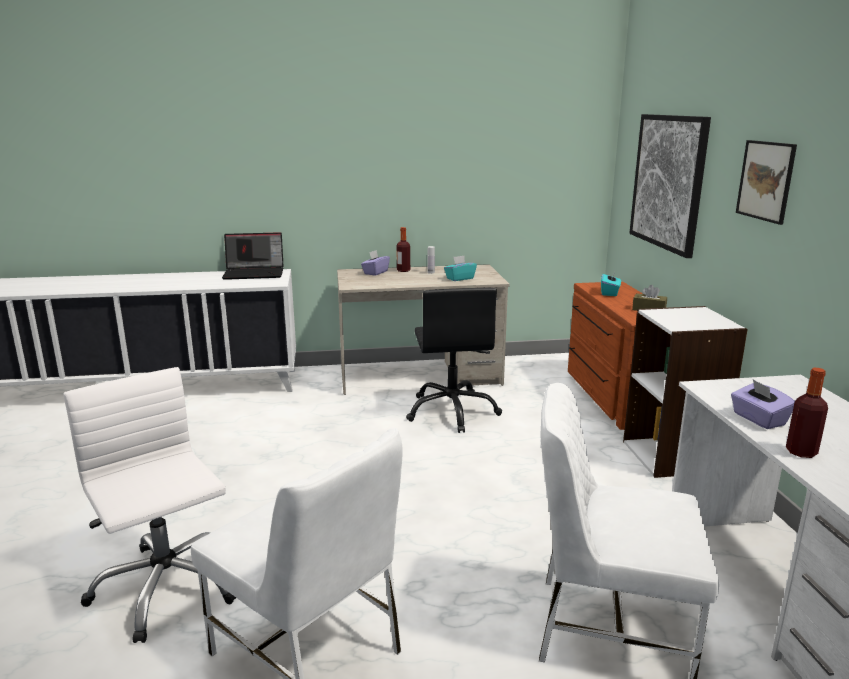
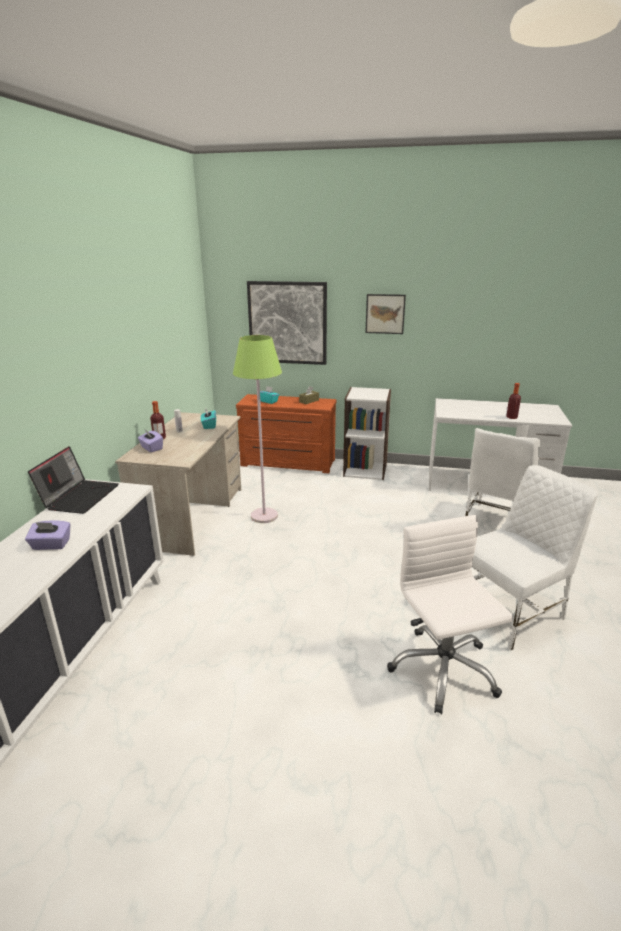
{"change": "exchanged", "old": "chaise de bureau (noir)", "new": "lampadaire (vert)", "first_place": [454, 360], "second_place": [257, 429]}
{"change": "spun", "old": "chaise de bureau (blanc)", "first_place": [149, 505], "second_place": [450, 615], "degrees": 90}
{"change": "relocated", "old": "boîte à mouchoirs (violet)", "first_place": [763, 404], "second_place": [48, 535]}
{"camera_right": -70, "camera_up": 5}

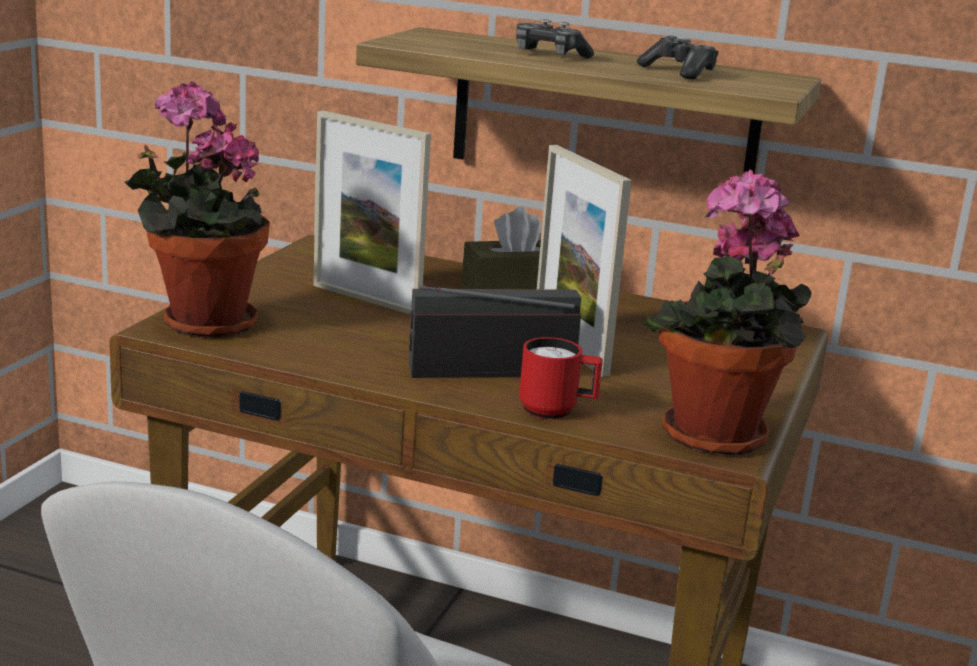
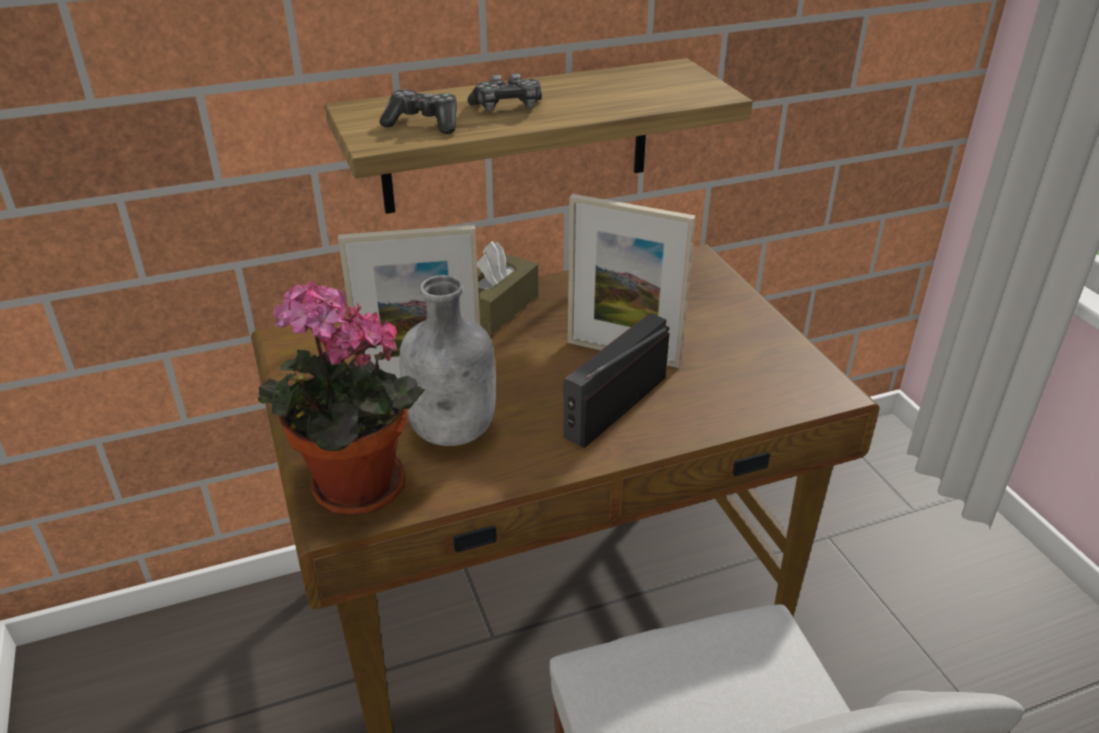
{"change": "relocated", "old": "manette", "first_place": [678, 57], "second_place": [418, 111]}
{"change": "missing", "old": "plante en pot", "first_place": [727, 312]}
{"change": "missing", "old": "mug (rouge)", "first_place": [561, 378]}
{"change": "appeared", "new": "bouteille (gris)", "second_place": [447, 360]}
{"camera_right": -40, "camera_up": 15}

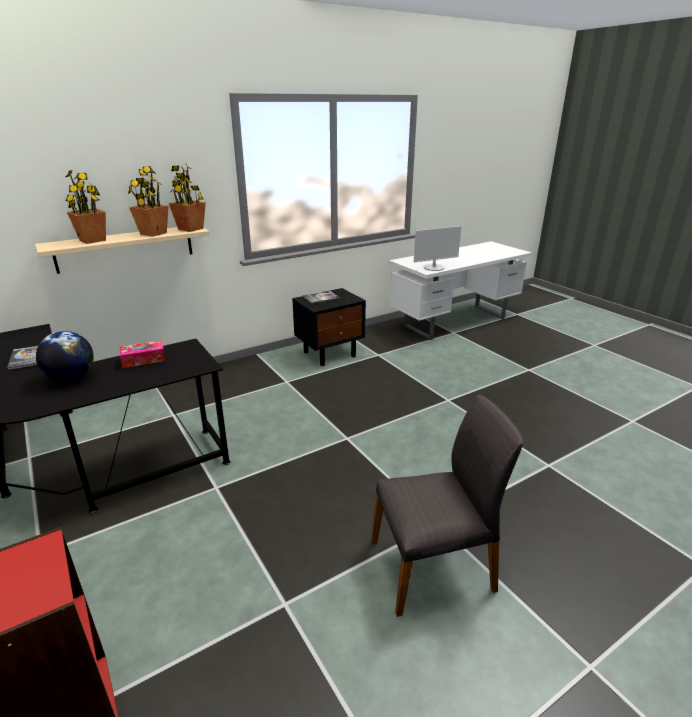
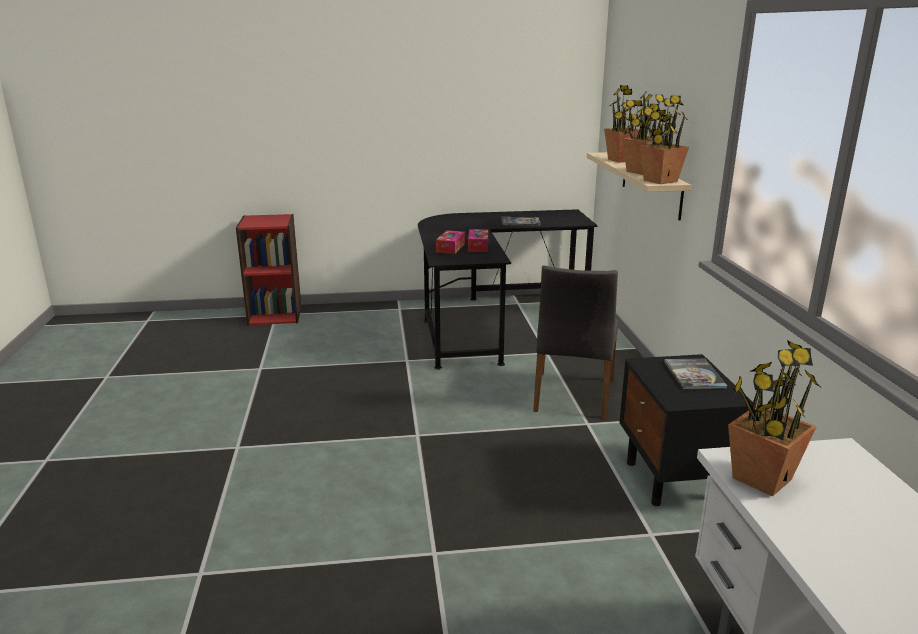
{"change": "exchanged", "old": "écran d'ordinateur", "new": "plante en pot", "first_place": [437, 248], "second_place": [774, 418]}
{"change": "missing", "old": "globe", "first_place": [65, 356]}
{"change": "relocated", "old": "chaise (gris)", "first_place": [447, 506], "second_place": [575, 343]}
{"change": "appeared", "new": "boîte à mouchoirs", "second_place": [450, 242]}
{"camera_right": 115, "camera_up": -5}

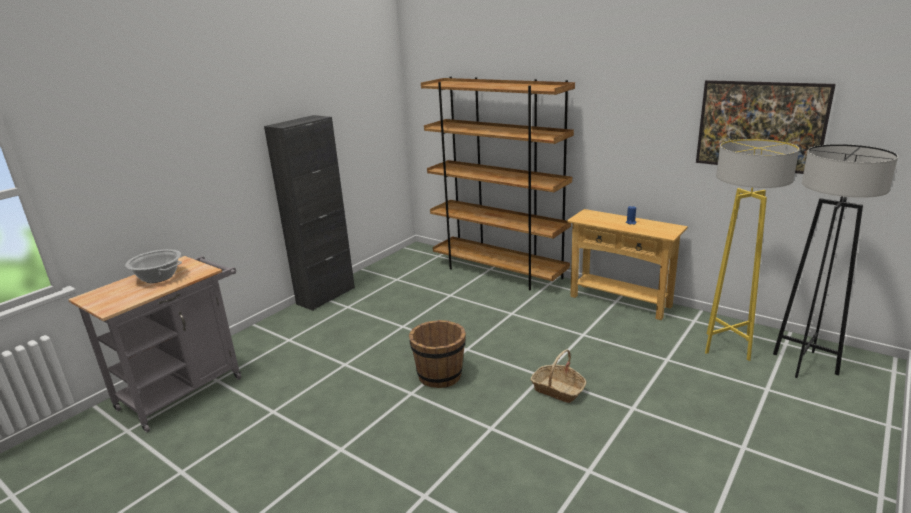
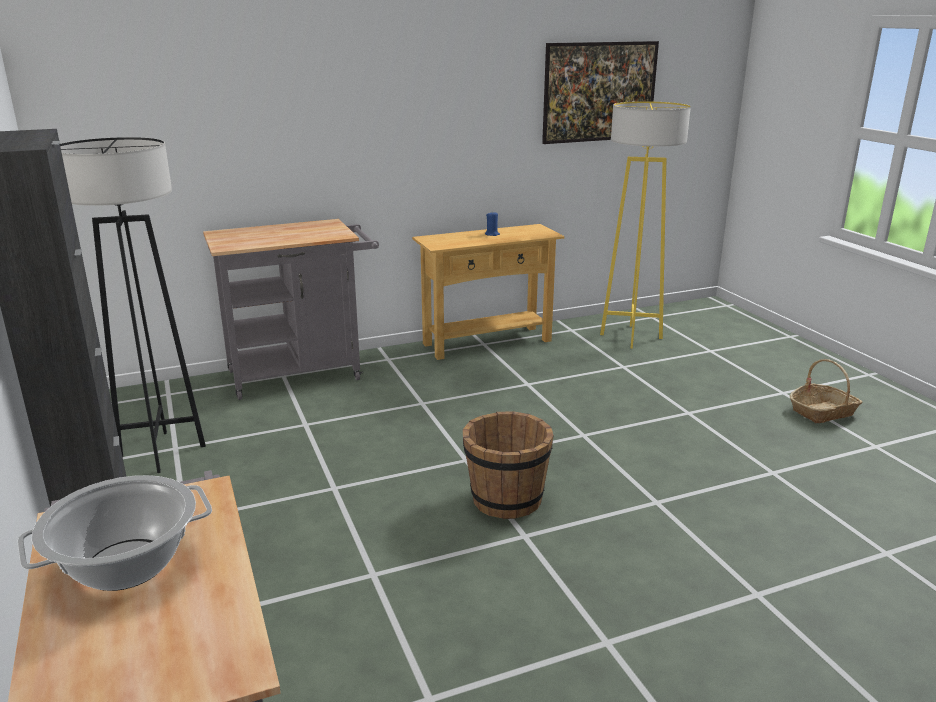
{"change": "exchanged", "old": "bibliothèque (marron)", "new": "chariot (gris)", "first_place": [498, 183], "second_place": [291, 309]}
{"change": "relocated", "old": "lampadaire (gris)", "first_place": [835, 261], "second_place": [133, 305]}
{"change": "relocated", "old": "panier", "first_place": [558, 376], "second_place": [826, 391]}
{"camera_right": -60, "camera_up": 0}

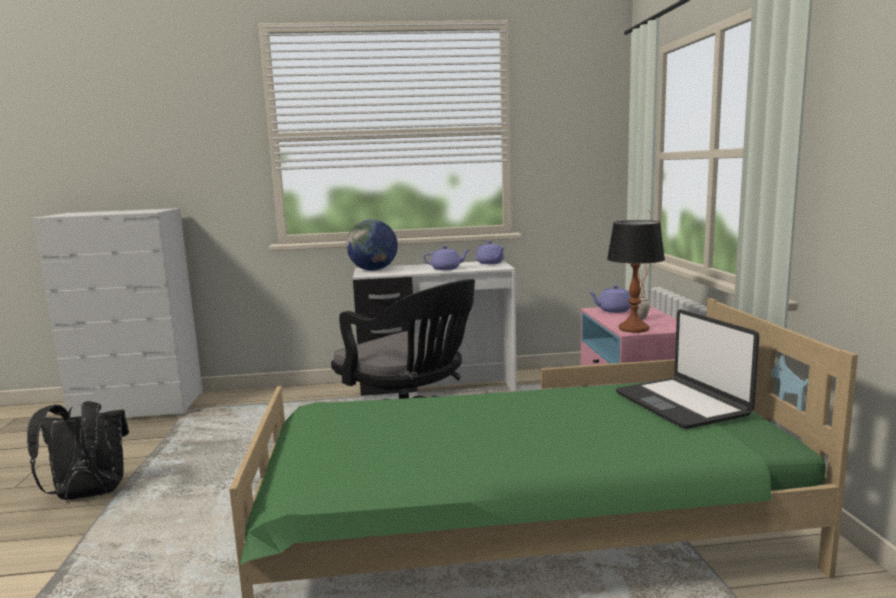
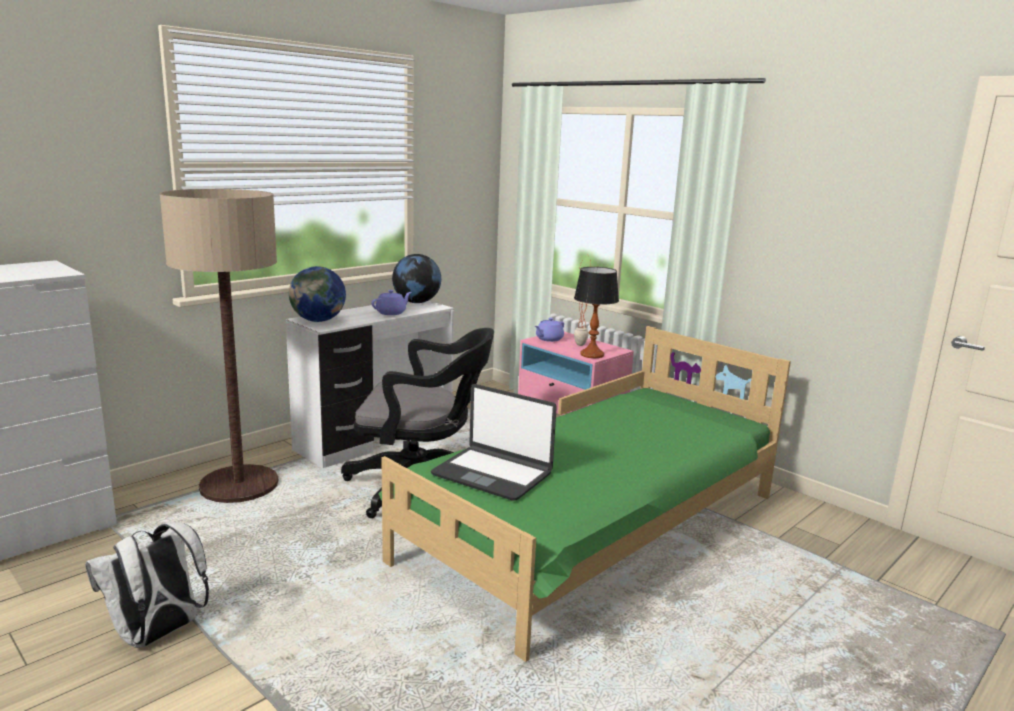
{"change": "exchanged", "old": "théière (violet)", "new": "globe", "first_place": [490, 252], "second_place": [416, 278]}
{"change": "relocated", "old": "ordinateur portable", "first_place": [687, 369], "second_place": [494, 442]}
{"change": "colour", "old": "sac à dos (noir)", "new": "sac à dos (blanc)", "first_place": [78, 450], "second_place": [147, 585]}
{"change": "appeared", "new": "lampadaire", "second_place": [219, 346]}
{"camera_right": -40, "camera_up": 5}

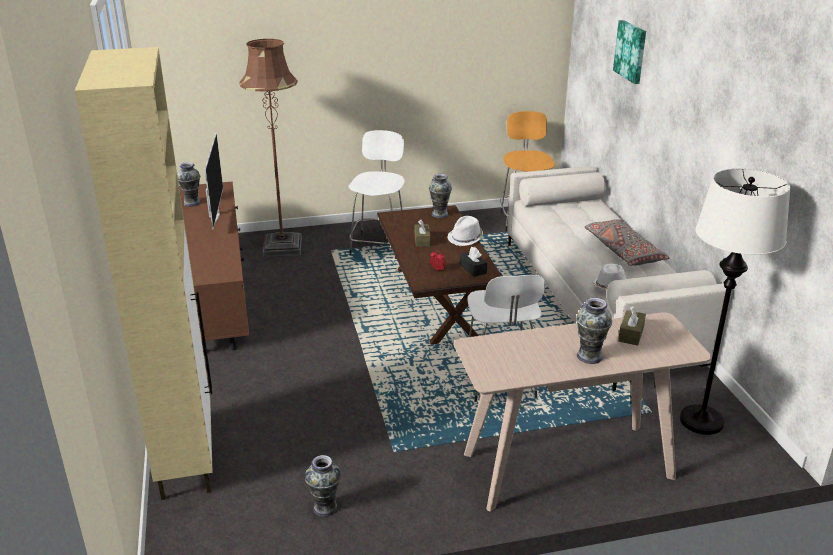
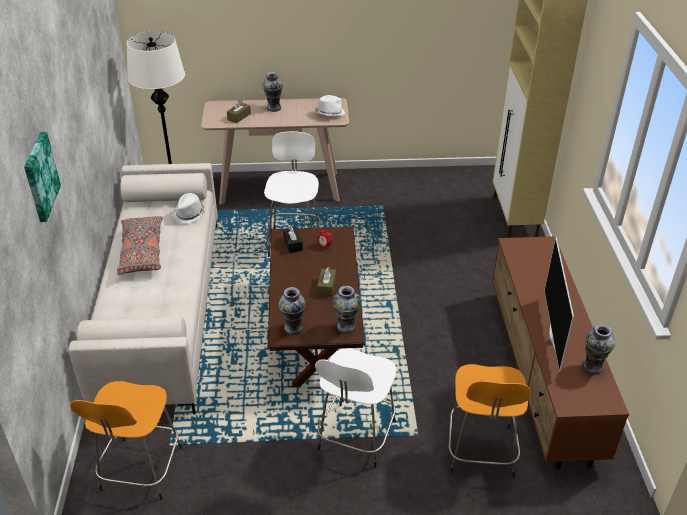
{"change": "exchanged", "old": "lampadaire (marron)", "new": "tabouret (orange)", "first_place": [270, 148], "second_place": [489, 421]}
{"change": "relocated", "old": "chapeau (blanc)", "first_place": [465, 231], "second_place": [330, 105]}
{"change": "relocated", "old": "vase", "first_place": [323, 486], "second_place": [347, 309]}
{"camera_right": -170, "camera_up": 10}

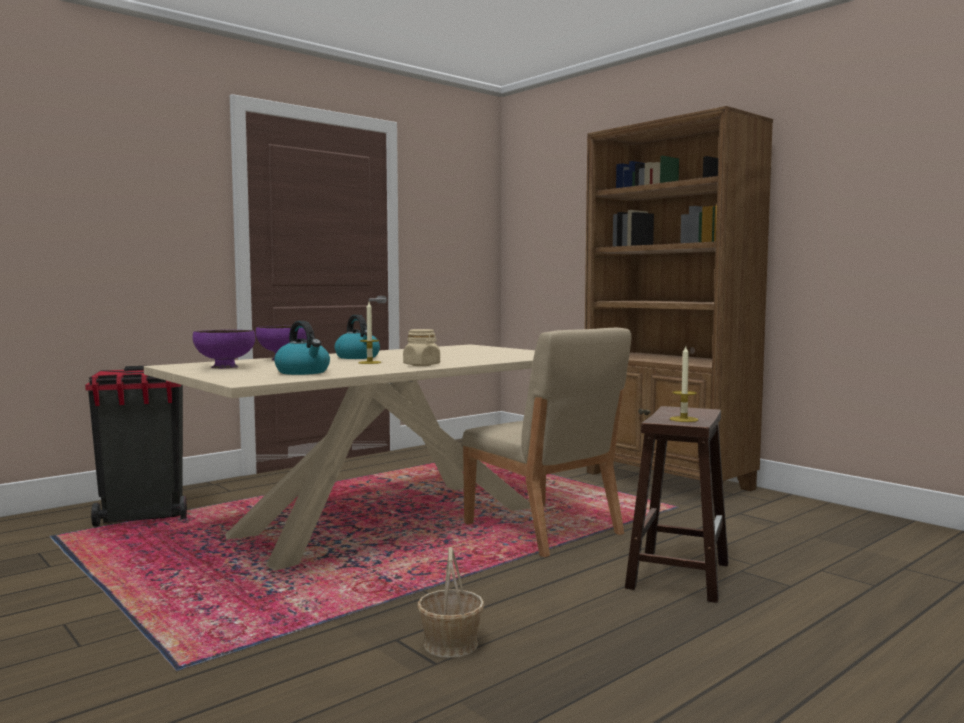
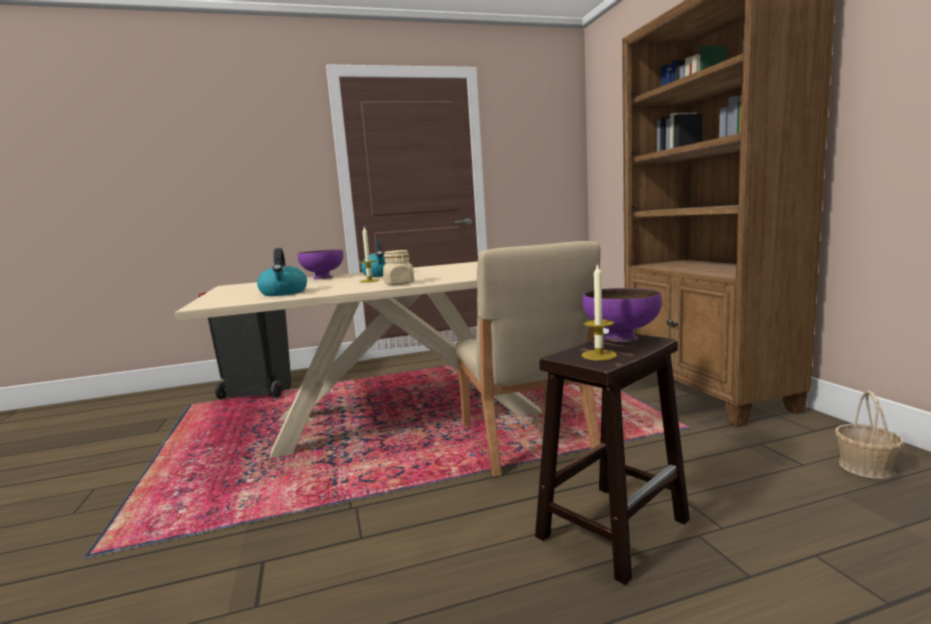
{"change": "relocated", "old": "bol (violet)", "first_place": [224, 349], "second_place": [622, 315]}
{"change": "relocated", "old": "panier", "first_place": [451, 602], "second_place": [870, 435]}
{"camera_right": 25, "camera_up": 5}

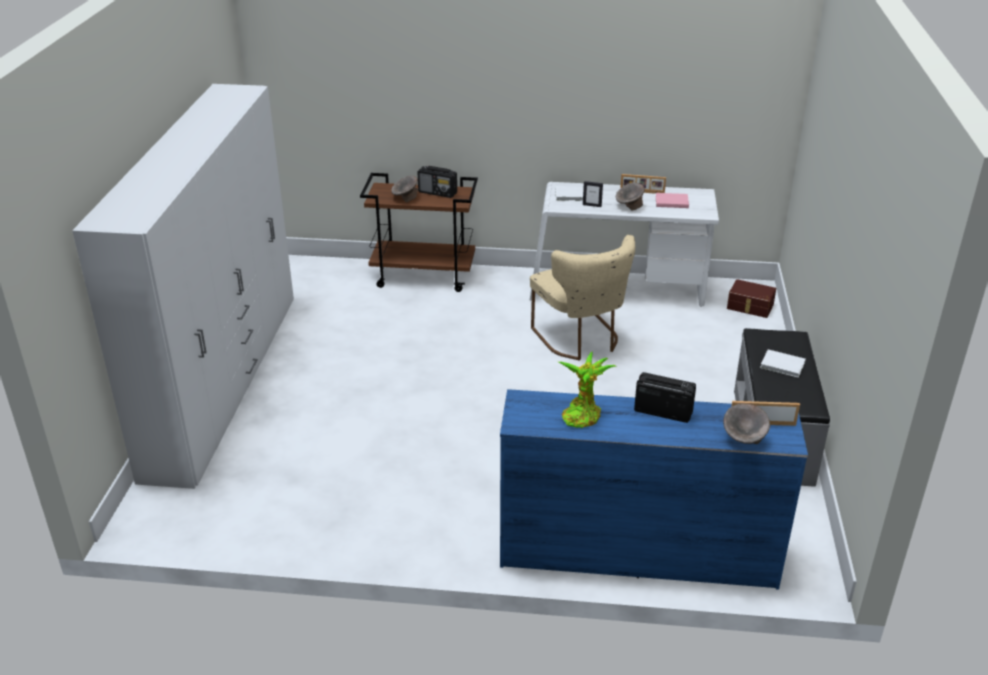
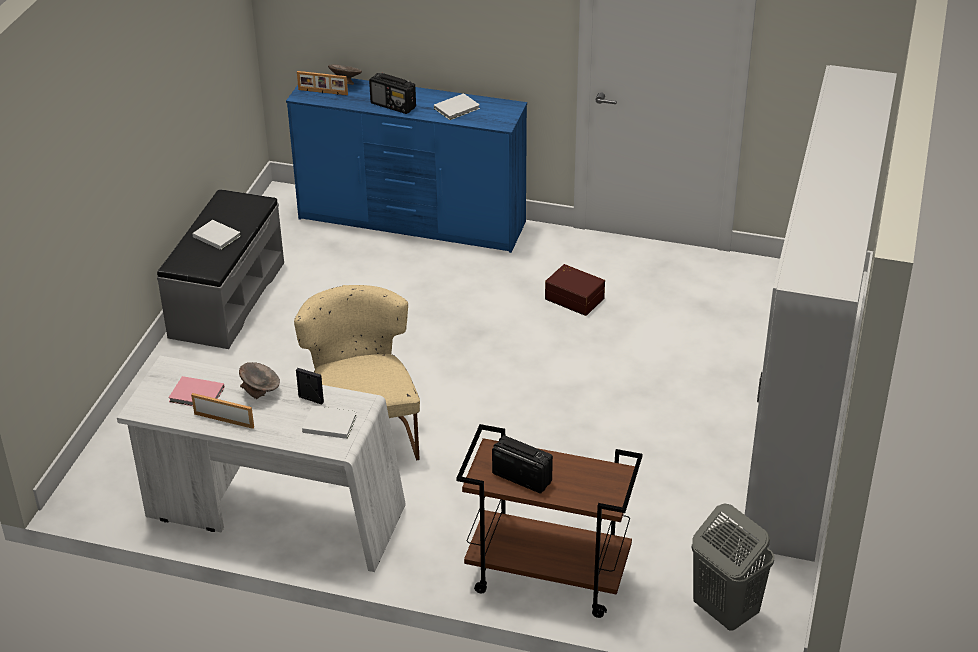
{"change": "missing", "old": "bol (gris)", "first_place": [404, 189]}
{"change": "relocated", "old": "boîte de rangement (marron)", "first_place": [751, 298], "second_place": [575, 290]}
{"change": "exchanged", "old": "plante en pot", "new": "livre (blanc)", "first_place": [587, 390], "second_place": [457, 106]}
{"change": "appeared", "new": "panier à linge (gris)", "second_place": [732, 567]}
{"camera_right": -170, "camera_up": 5}

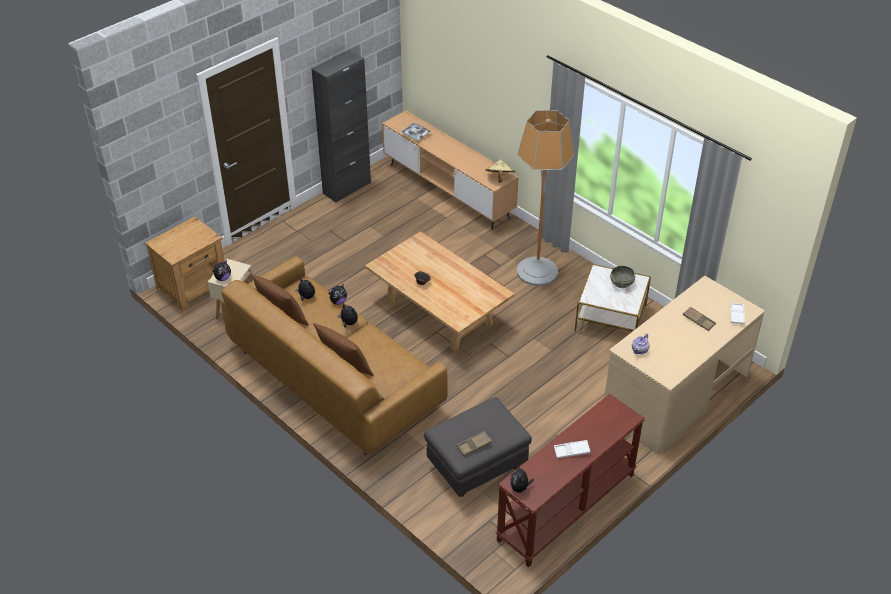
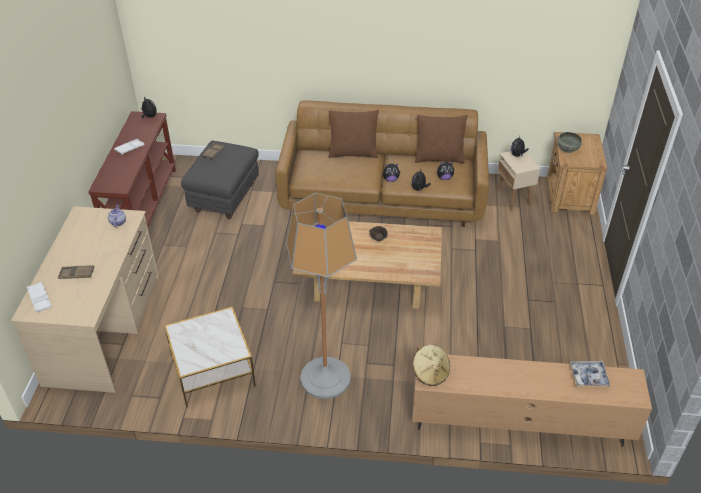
{"change": "missing", "old": "meuble de rangement (noir)", "first_place": [341, 126]}
{"change": "relocated", "old": "bol (gris)", "first_place": [622, 277], "second_place": [569, 142]}
{"camera_right": 140, "camera_up": 0}

